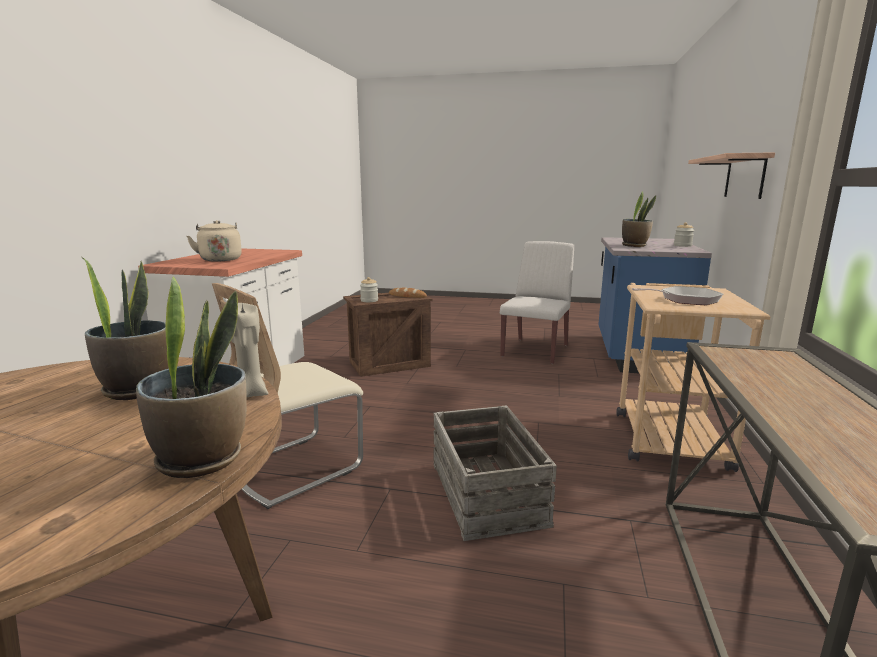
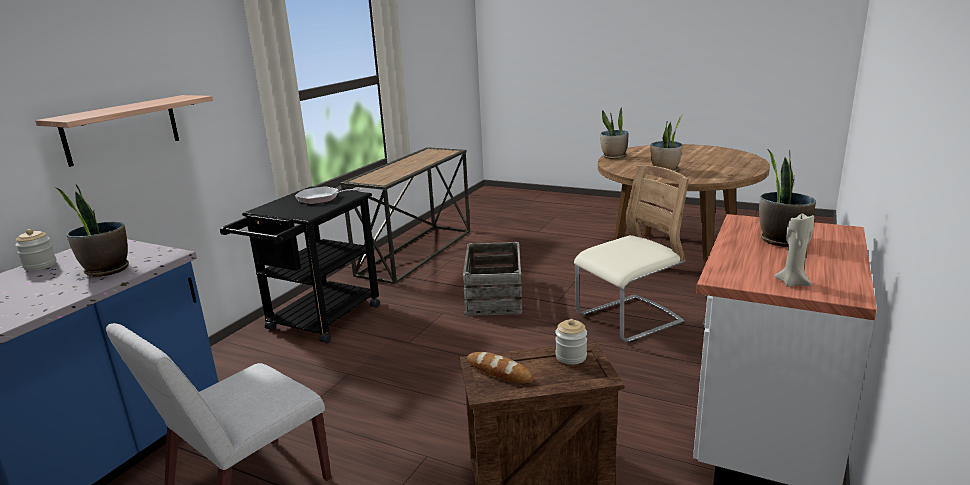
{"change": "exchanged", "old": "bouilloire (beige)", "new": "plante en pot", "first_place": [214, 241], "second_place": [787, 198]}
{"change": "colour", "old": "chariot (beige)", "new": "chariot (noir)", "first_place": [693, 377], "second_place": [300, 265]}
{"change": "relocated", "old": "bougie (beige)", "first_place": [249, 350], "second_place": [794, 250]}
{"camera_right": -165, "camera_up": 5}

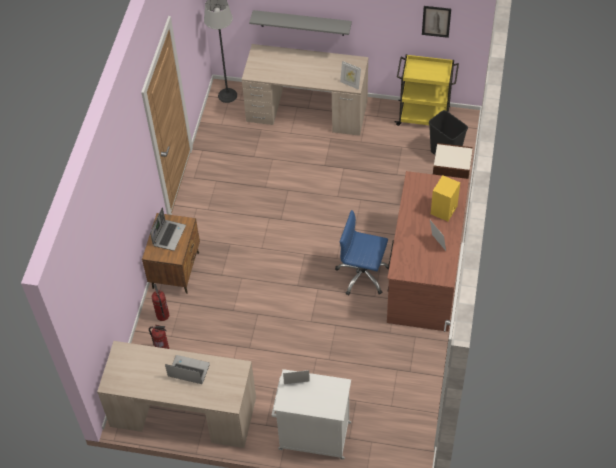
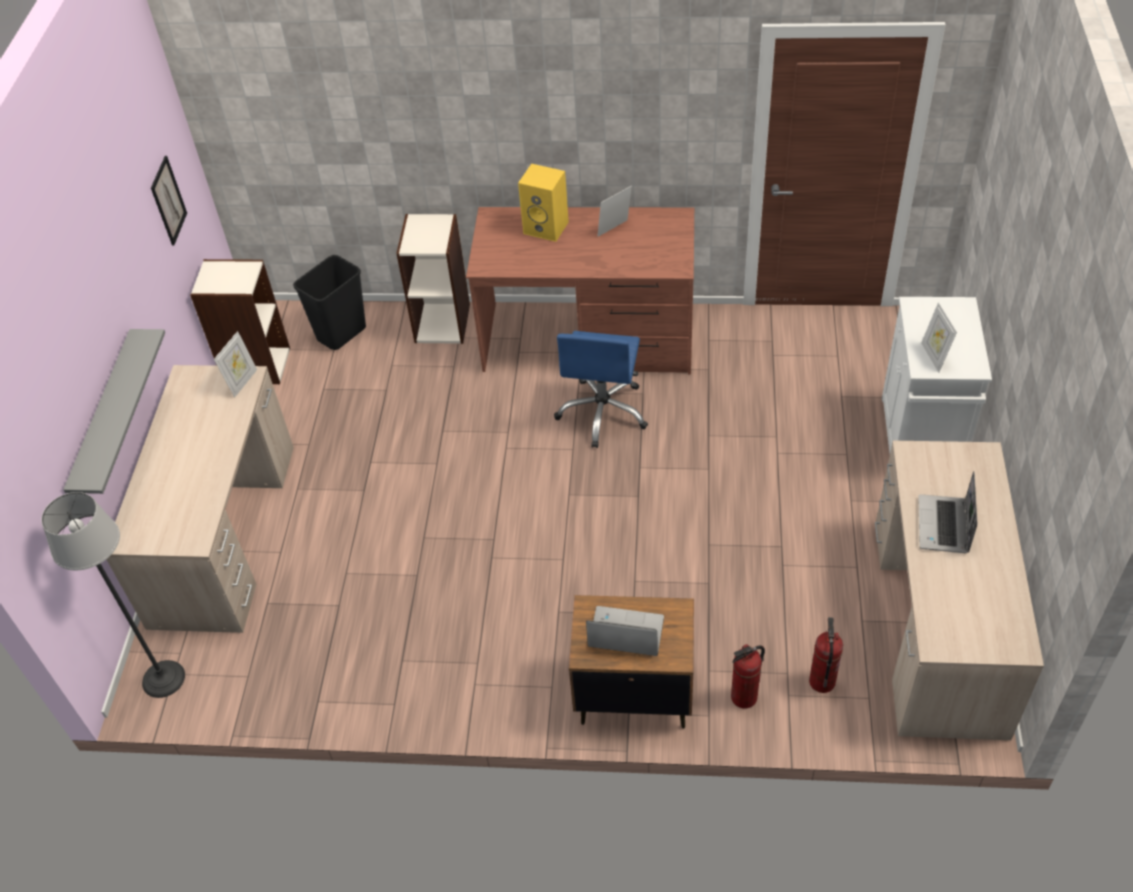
{"change": "exchanged", "old": "chariot (jaune)", "new": "bibliothèque", "first_place": [427, 90], "second_place": [240, 321]}
{"camera_right": -95, "camera_up": -5}

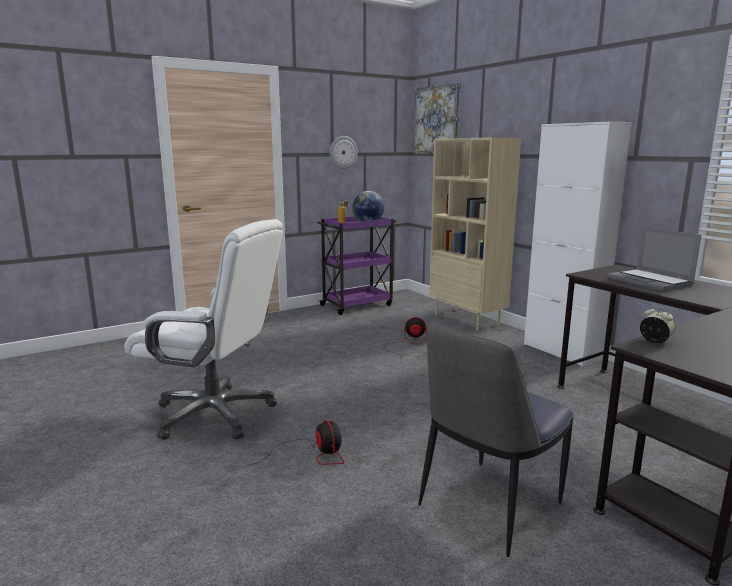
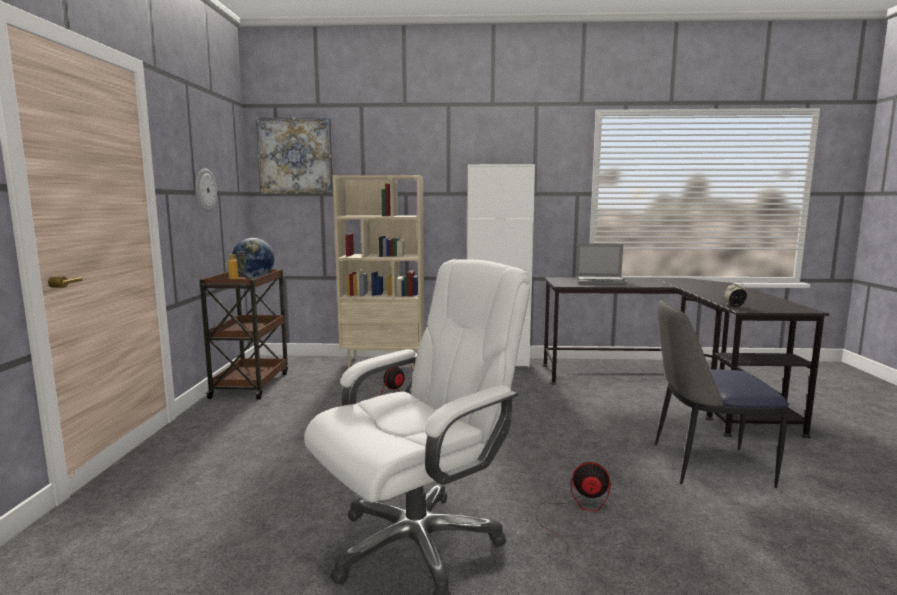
{"change": "colour", "old": "chariot (violet)", "new": "chariot (marron)", "first_place": [357, 265], "second_place": [243, 334]}
{"change": "spun", "old": "chaise", "first_place": [496, 440], "second_place": [722, 393], "degrees": 105}
{"camera_right": -55, "camera_up": -5}

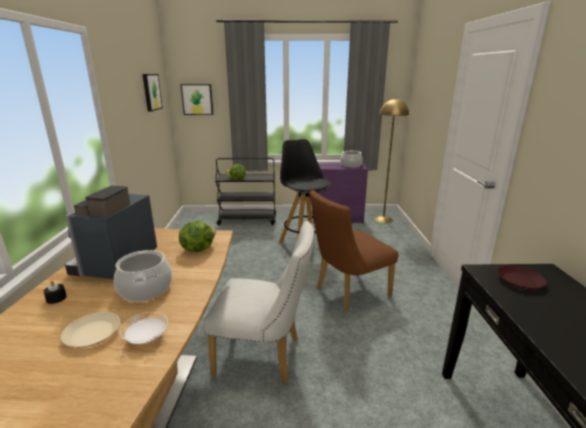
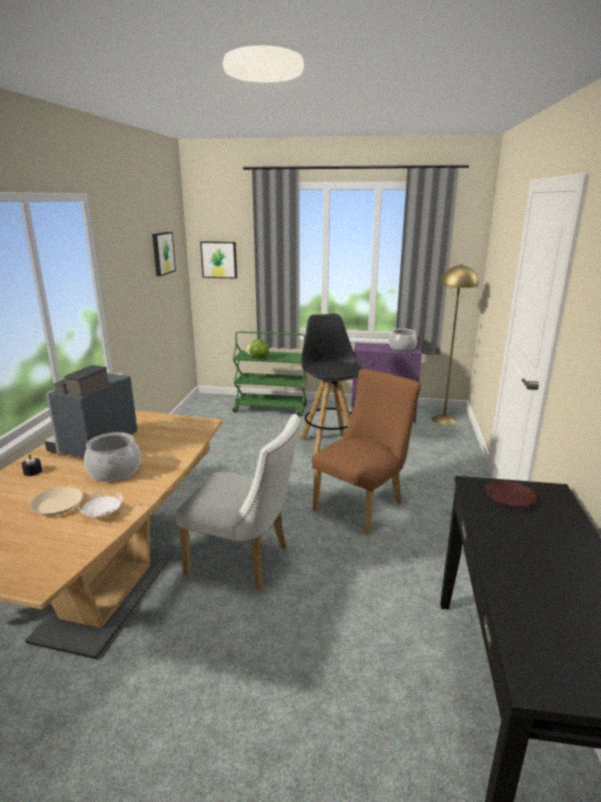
{"change": "colour", "old": "chariot (noir)", "new": "chariot (vert)", "first_place": [245, 191], "second_place": [270, 373]}
{"change": "spun", "old": "chaise (marron)", "first_place": [354, 251], "second_place": [366, 452], "degrees": 150}
{"change": "missing", "old": "laitue", "first_place": [197, 236]}
{"camera_right": 10, "camera_up": 0}

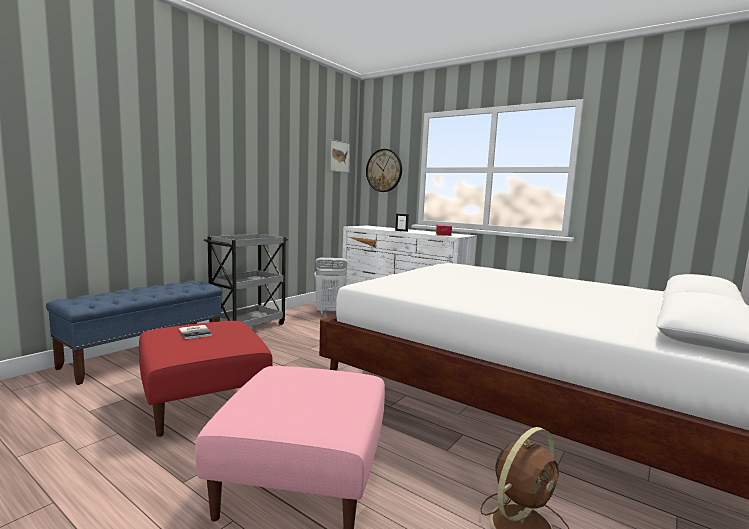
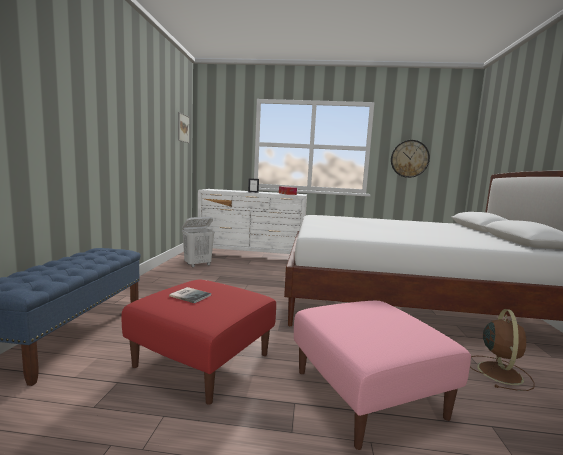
{"change": "relocated", "old": "horloge murale", "first_place": [384, 170], "second_place": [410, 159]}
{"change": "missing", "old": "chariot (gris)", "first_place": [245, 280]}
{"camera_right": -30, "camera_up": 0}

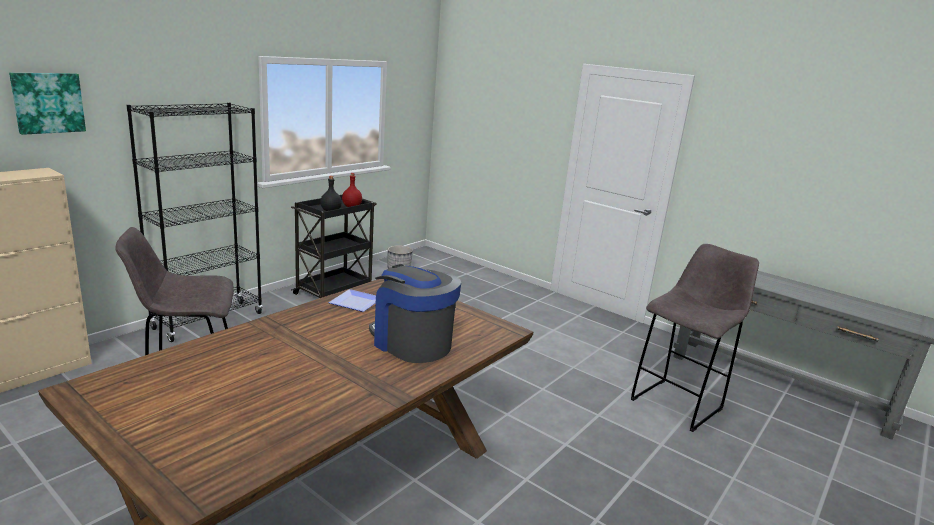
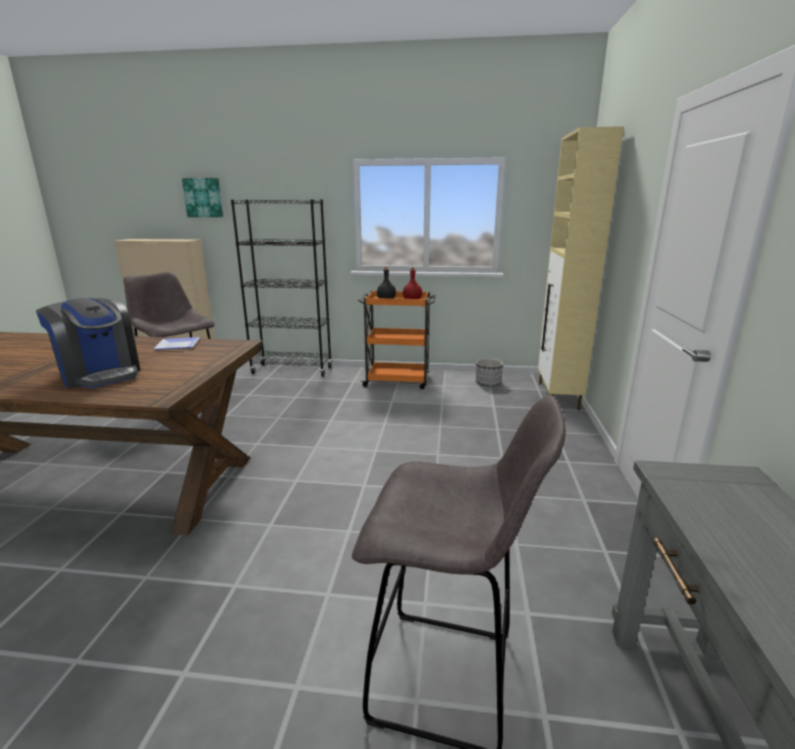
{"change": "colour", "old": "chariot (noir)", "new": "chariot (orange)", "first_place": [334, 246], "second_place": [397, 340]}
{"change": "spun", "old": "machine à café", "first_place": [415, 313], "second_place": [88, 343], "degrees": 120}
{"change": "appeared", "new": "meuble de rangement (beige)", "second_place": [581, 268]}
{"camera_right": 60, "camera_up": 0}

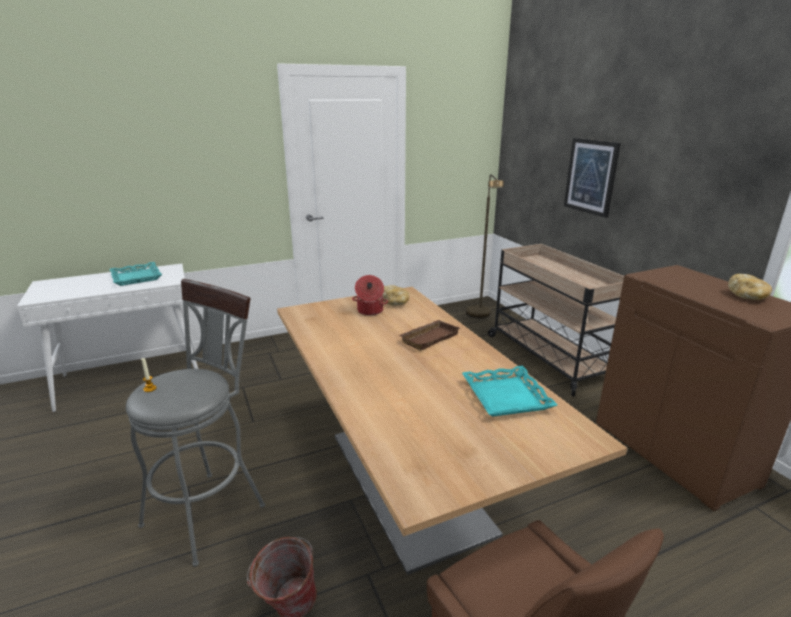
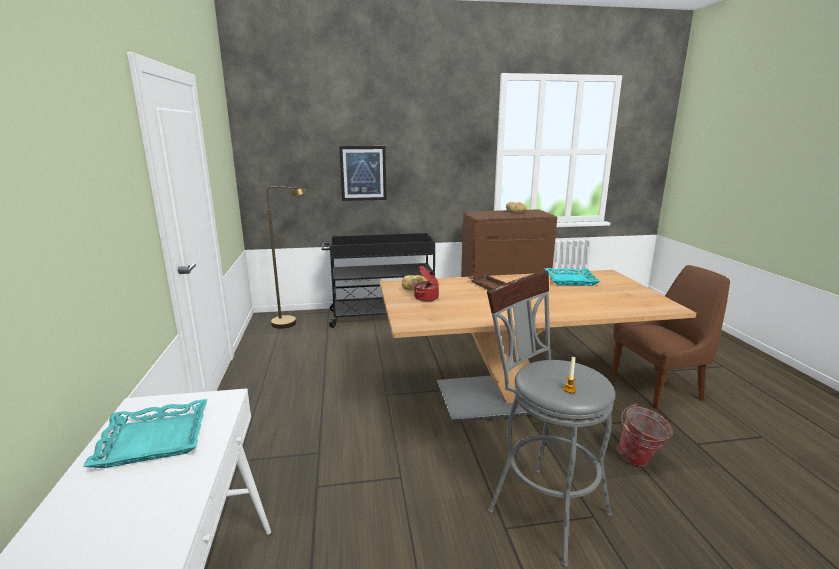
{"change": "colour", "old": "chariot (beige)", "new": "chariot (noir)", "first_place": [556, 320], "second_place": [378, 280]}
{"camera_right": -75, "camera_up": -5}

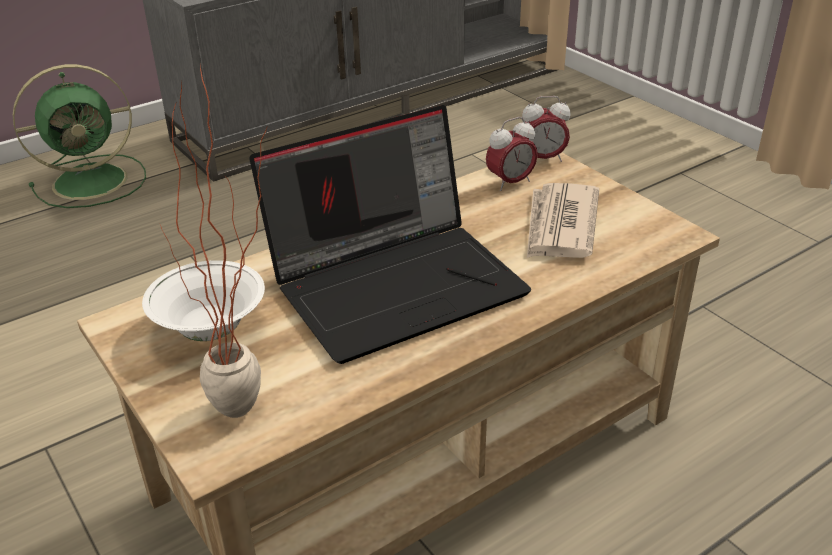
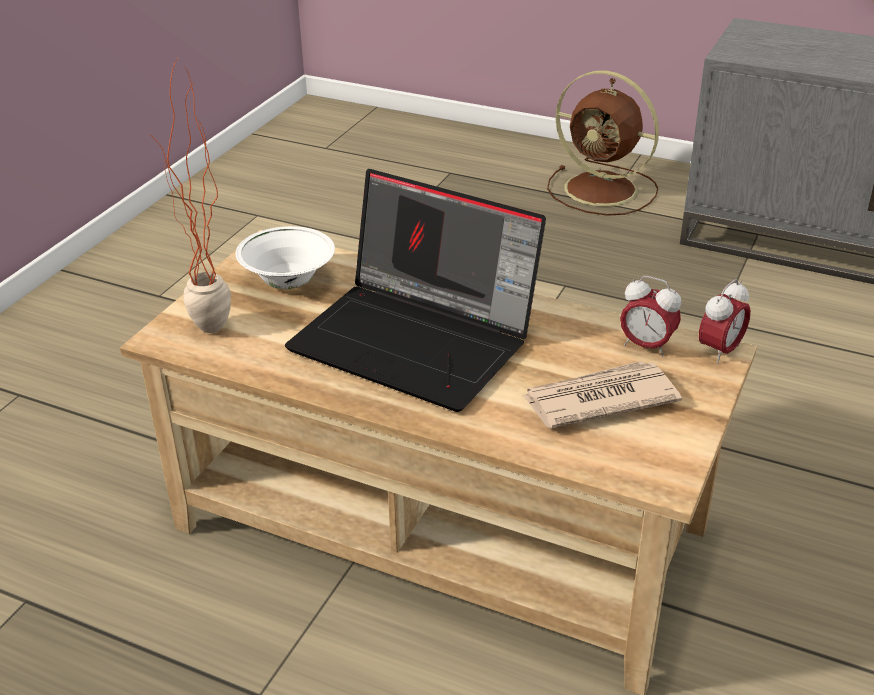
{"change": "colour", "old": "ventilateur (vert)", "new": "ventilateur (marron)", "first_place": [79, 136], "second_place": [603, 143]}
{"change": "spun", "old": "réveil", "first_place": [546, 129], "second_place": [725, 321], "degrees": -105}
{"camera_right": 60, "camera_up": 0}

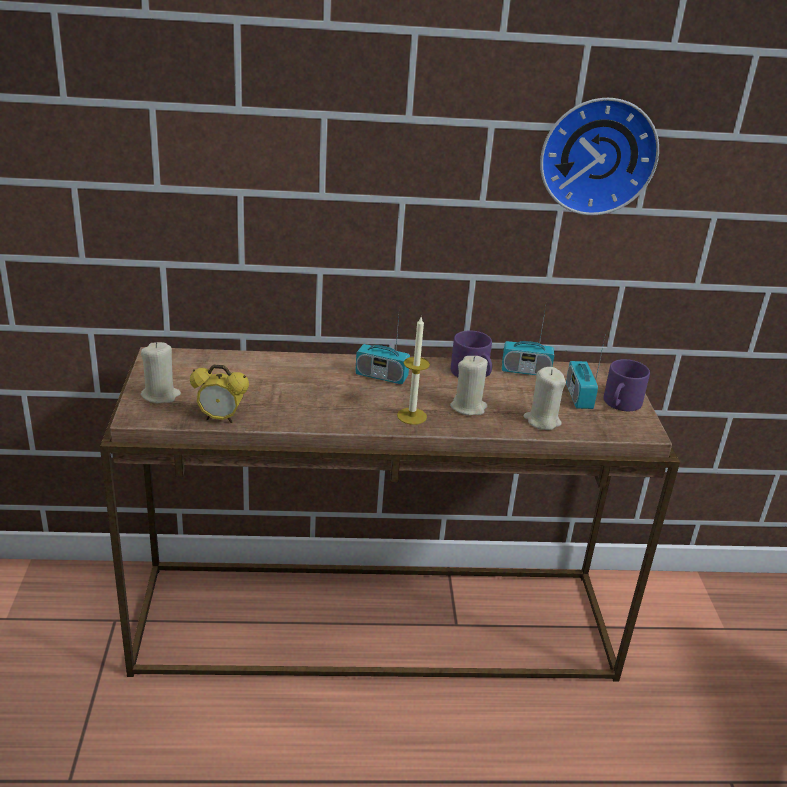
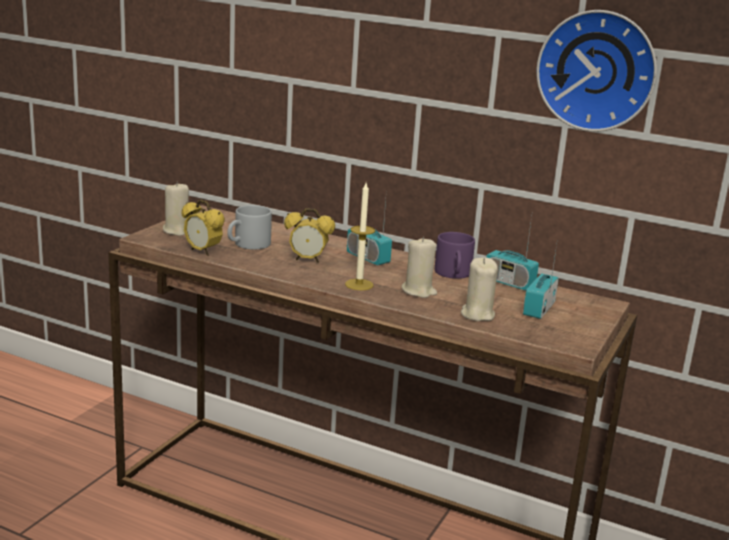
{"change": "missing", "old": "mug (violet)", "first_place": [627, 385]}
{"change": "appeared", "new": "mug (gris)", "second_place": [249, 227]}
{"change": "appeared", "new": "réveil", "second_place": [309, 235]}
{"camera_right": 30, "camera_up": -10}

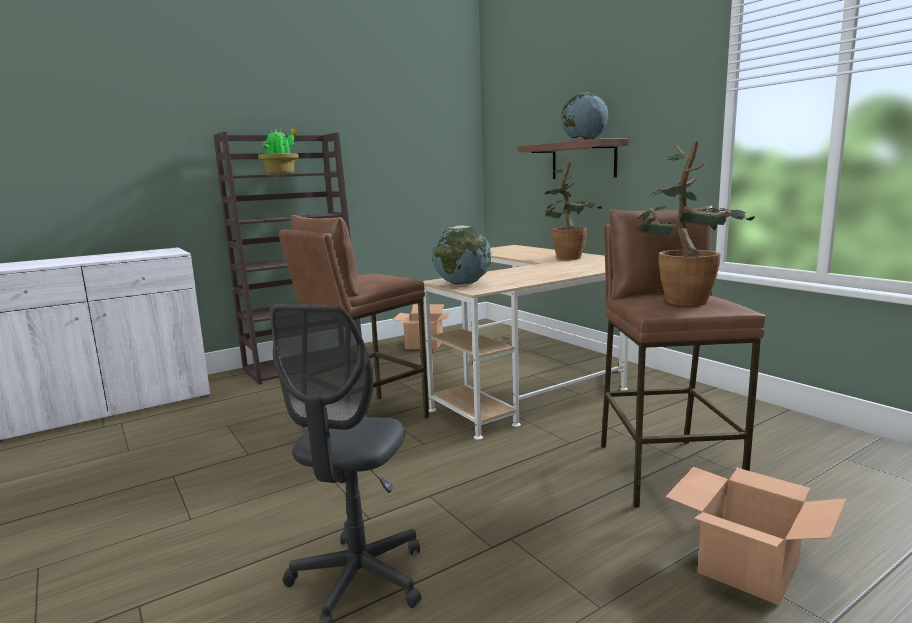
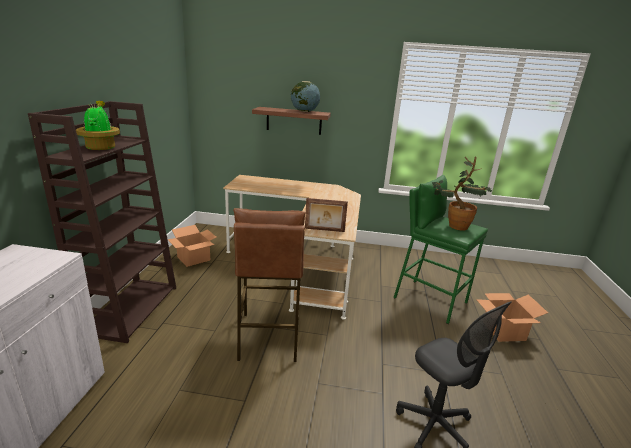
{"change": "missing", "old": "plante en pot", "first_place": [573, 211]}
{"change": "colour", "old": "tabouret (marron)", "new": "tabouret (vert)", "first_place": [683, 357], "second_place": [440, 249]}
{"change": "exchanged", "old": "globe", "new": "cadre photo", "first_place": [461, 255], "second_place": [326, 215]}
{"camera_right": -50, "camera_up": 10}

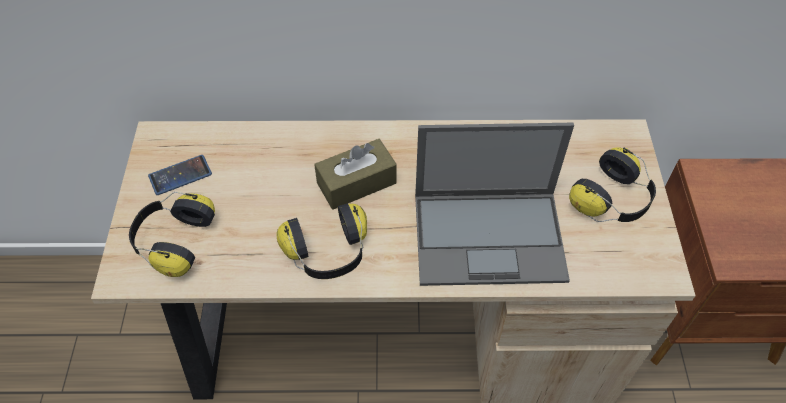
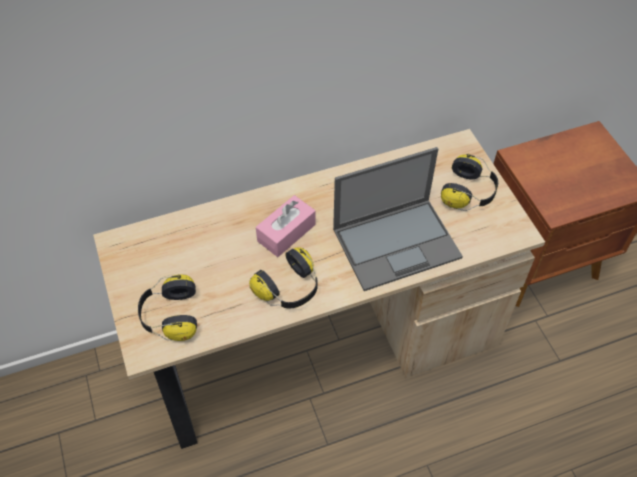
{"change": "colour", "old": "boîte à mouchoirs (marron)", "new": "boîte à mouchoirs (rose)", "first_place": [355, 174], "second_place": [285, 226]}
{"change": "missing", "old": "téléphone", "first_place": [180, 175]}
{"camera_right": -20, "camera_up": 0}

